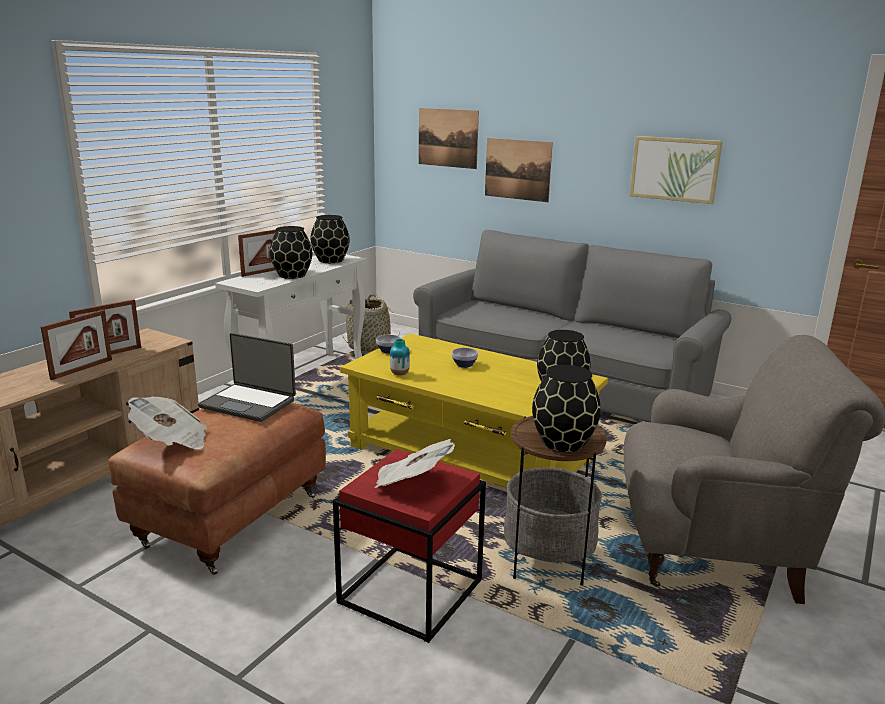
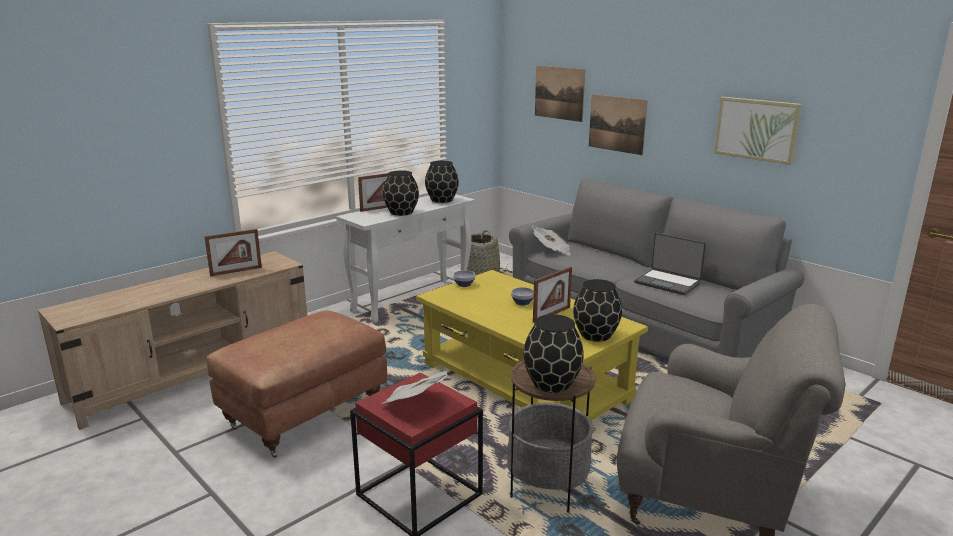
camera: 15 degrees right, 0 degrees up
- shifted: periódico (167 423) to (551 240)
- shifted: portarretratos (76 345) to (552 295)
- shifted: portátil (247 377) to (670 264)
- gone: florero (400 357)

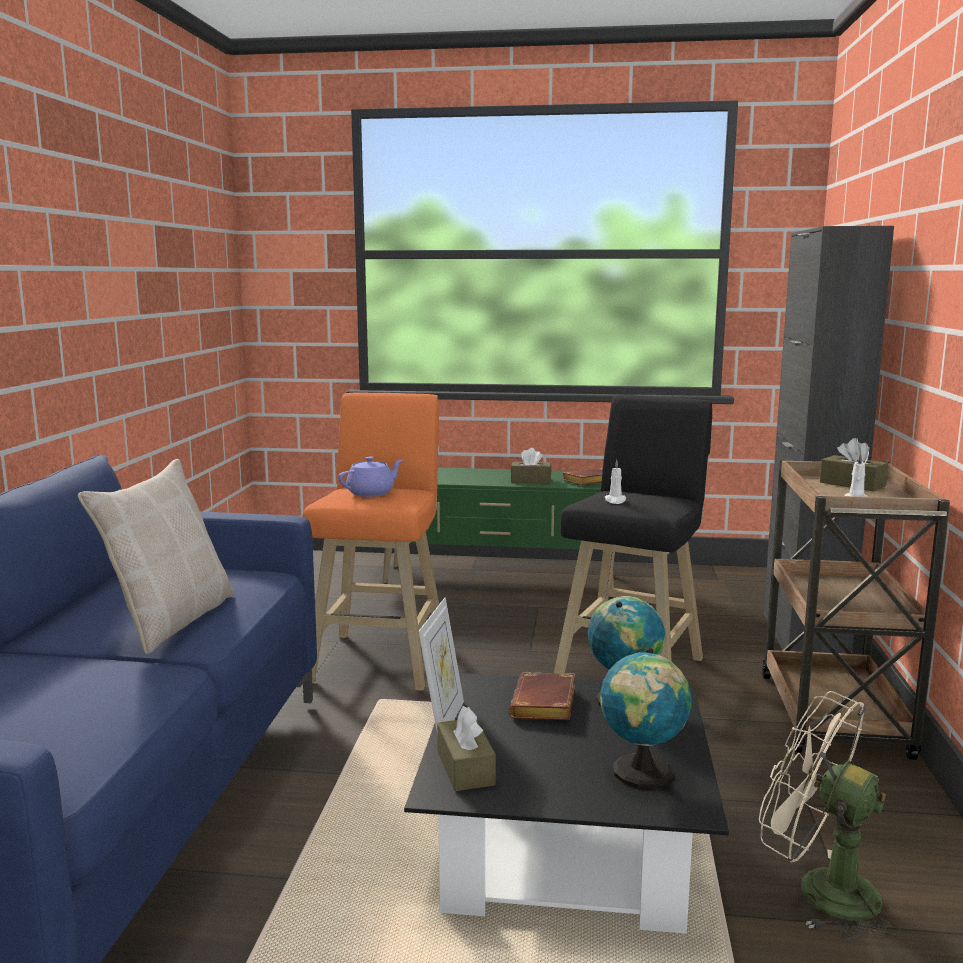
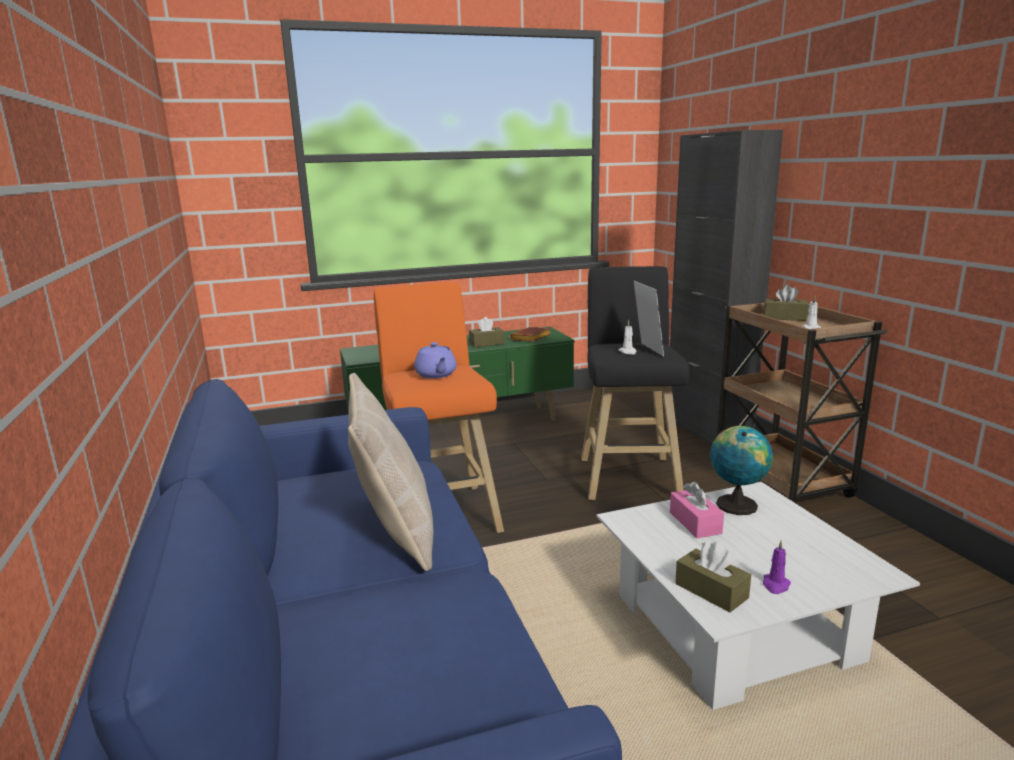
camera: 25 degrees left, 5 degrees up
- rotated: tetera [morado] (370 477) = (435 360) 135 degrees clockwise
- repainted: mesa de centro [negro] (566 803) to mesa de centro [blanco] (758 596)
- shifted: portarretratos (441 663) to (649 319)
- swapped: libro [marrón] (542 696) to caja de pañuelos [rosa] (697 509)
- new: vela [morado] (777 567)
- gone: globo terráqueo (646 718)
- gone: ventilador [beis] (830 815)

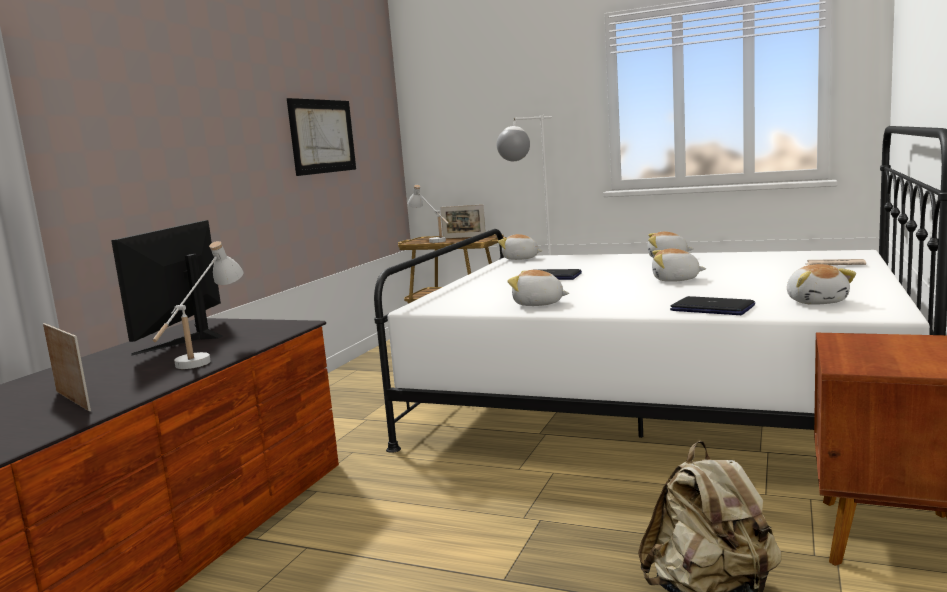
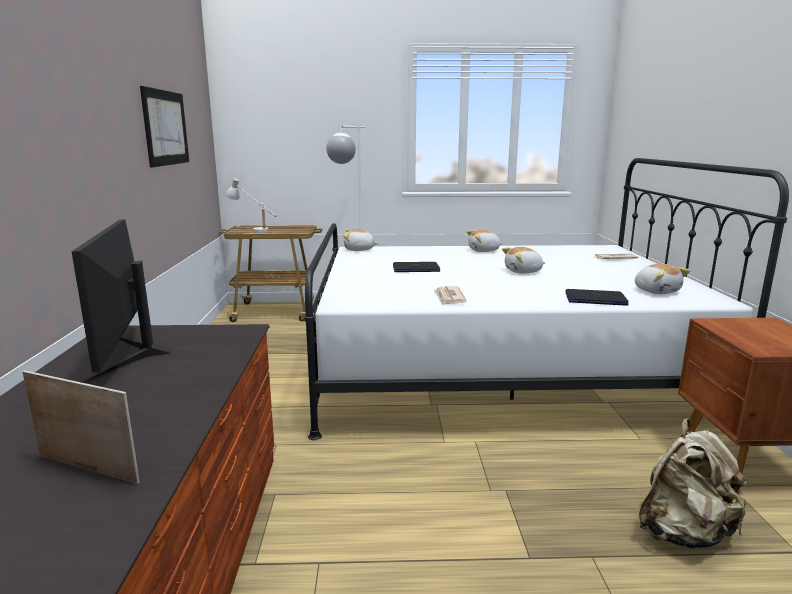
camera: 25 degrees left, 5 degrees up
- swapped: peluche (538 288) to periódico (450 296)
- gone: lámpara de mesa [blanco] (198 305)
- gone: portarretratos (463 221)

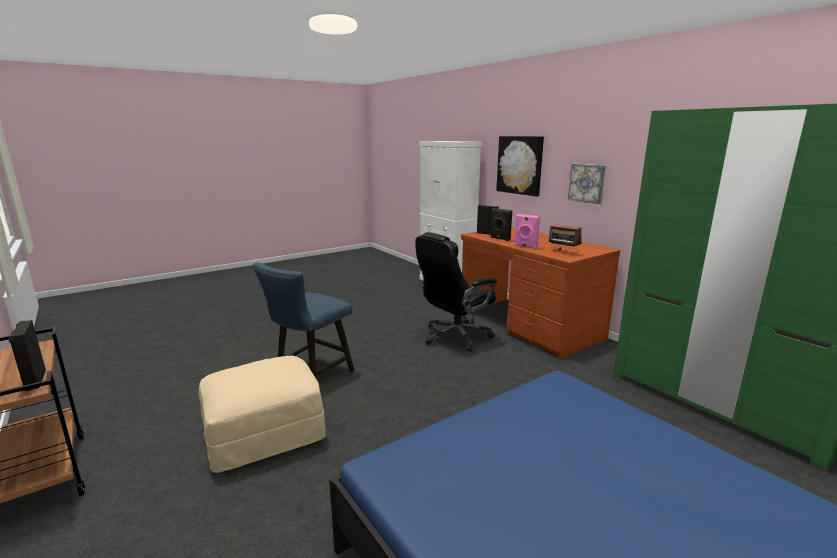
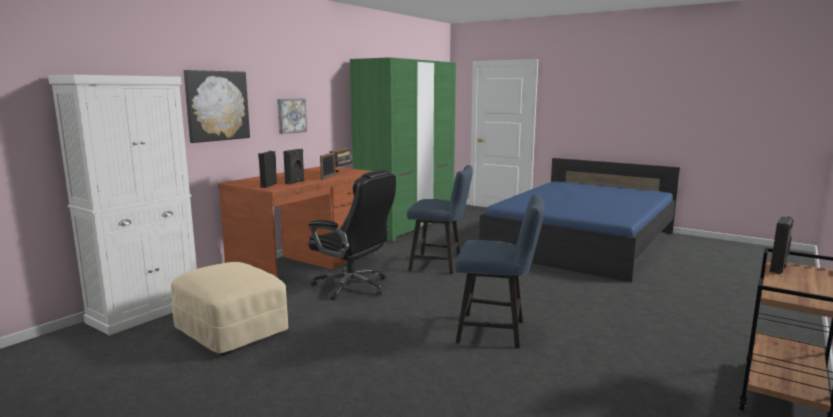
camera: 110 degrees left, 5 degrees down
- shifted: puf [beis] (262 414) to (229 309)
- swapped: altavoz [rosa] (527 231) to portarretratos (328 166)
- new: silla [azul] (440 219)

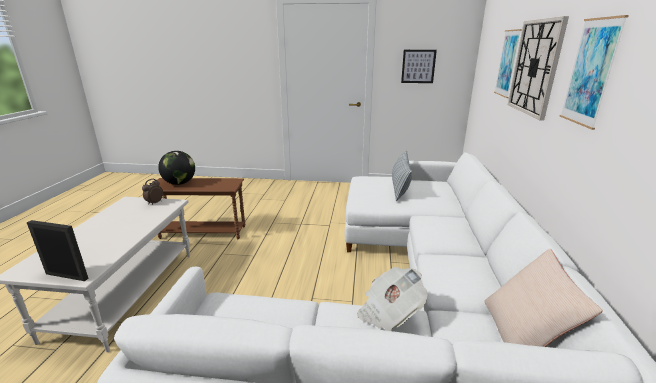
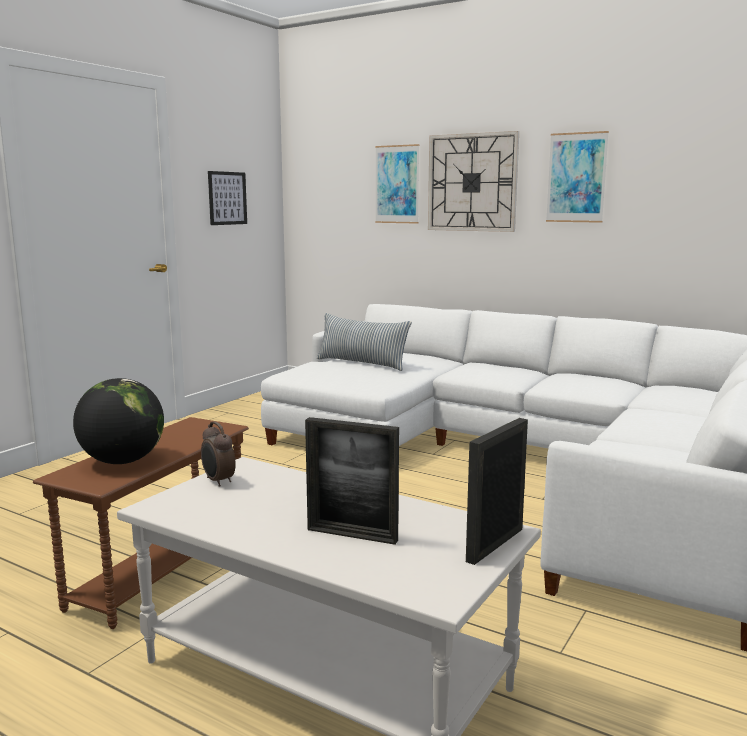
camera: 65 degrees left, 10 degrees down
- new: portarretratos (352 481)
- gone: periódico (392 299)
- gone: cojín [beis] (543 298)

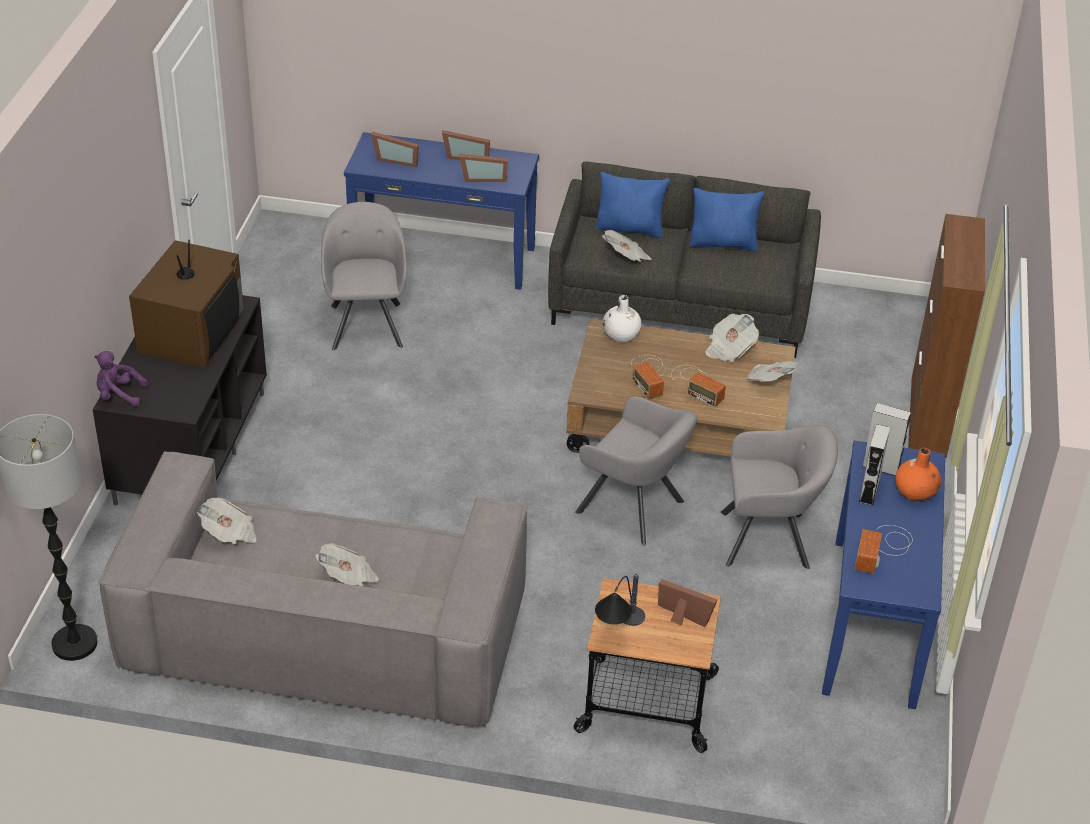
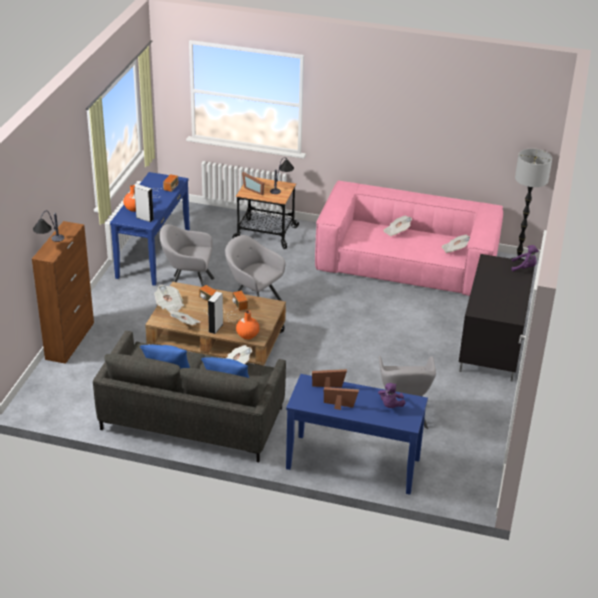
camera: 175 degrees left, 5 degrees down
- new: lámpara de mesa (48 226)
- shifted: altavoz [gris] (874 465) to (215 312)
- repainted: florero [blanco] (622 319) to florero [naranja] (248 324)
- repainted: sofá [gris] (313 589) to sofá [rosa] (409 238)
- swapped: portarretratos (395 149) to peluche [morado] (391 395)
- gone: televisor (186 303)

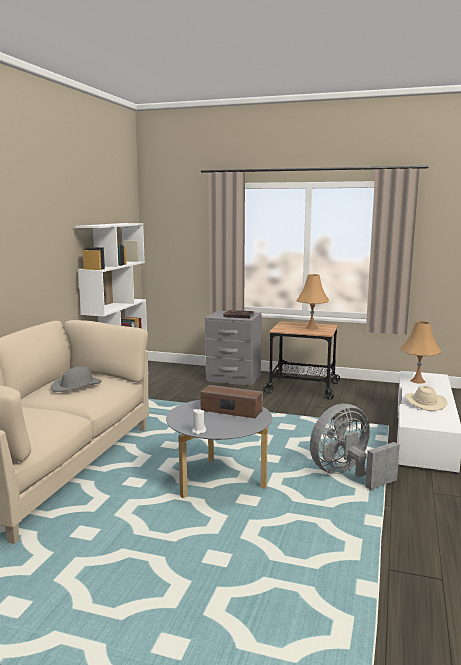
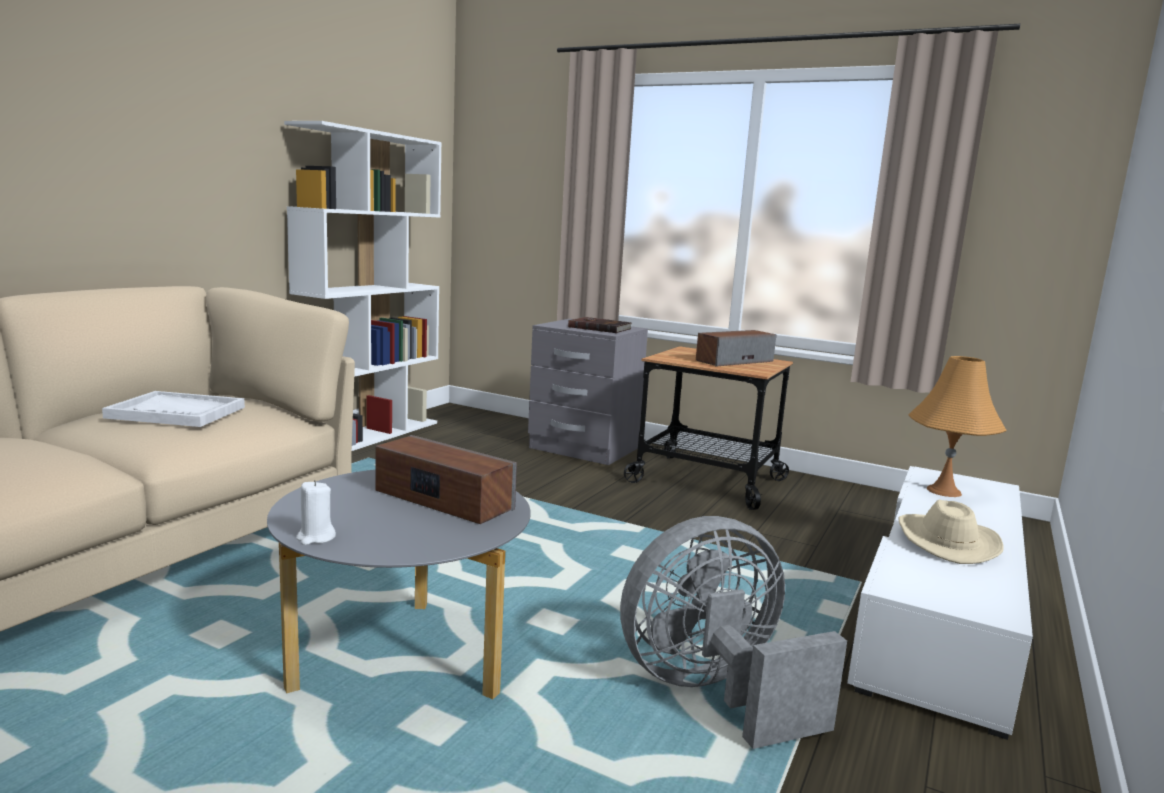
camera: 10 degrees right, 0 degrees up
- swapped: sombrero [gris] (76 379) to bandeja [blanco] (173 409)
- swapped: lámpara de mesa [naranja] (312 301) to altavoz (736 348)

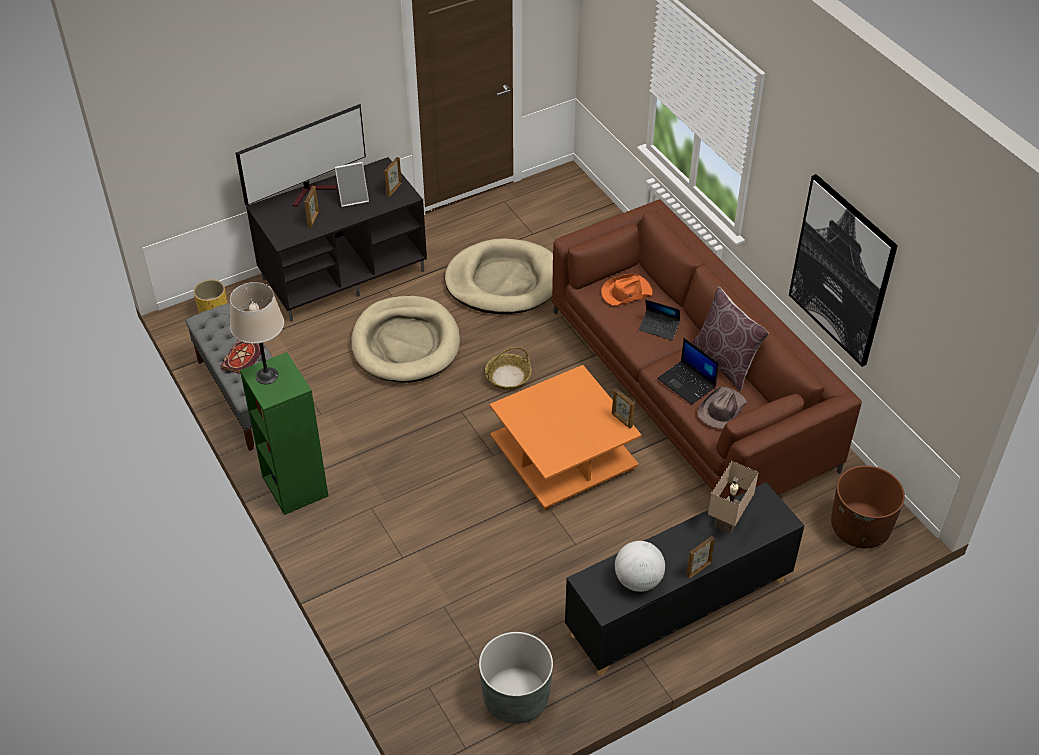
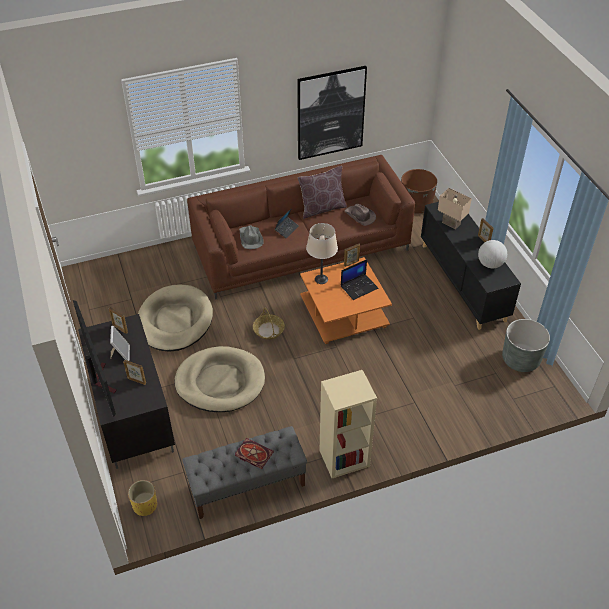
camera: 80 degrees left, 0 degrees up
- repainted: sombrero [naranja] (626 289) to sombrero [gris] (251 237)
- shifted: lámpara de mesa [beis] (257 333) to (322 253)
- repainted: estantería [verde] (284 433) to estantería [beis] (348 424)
- shifted: portátil (688 371) to (359 279)

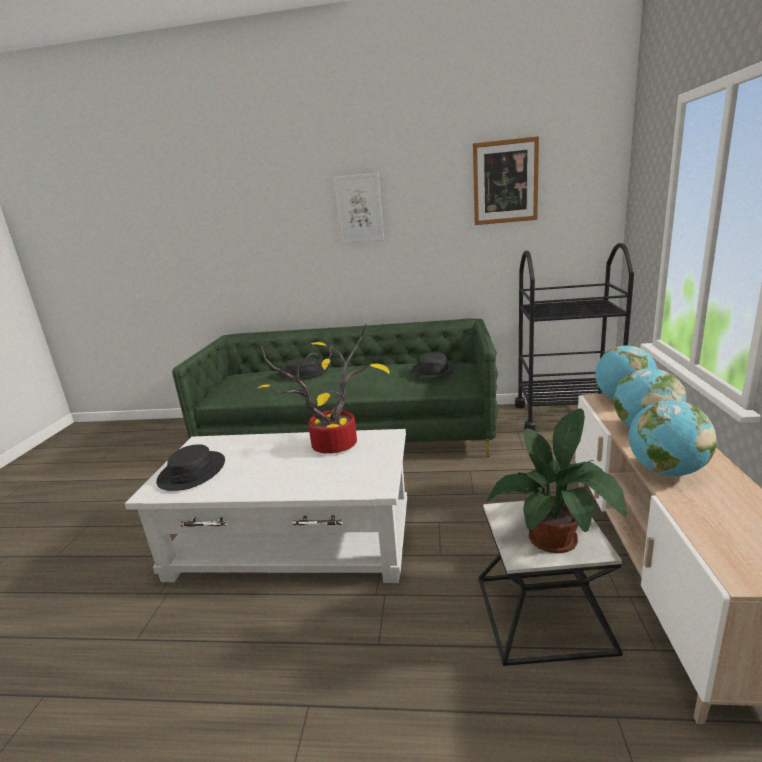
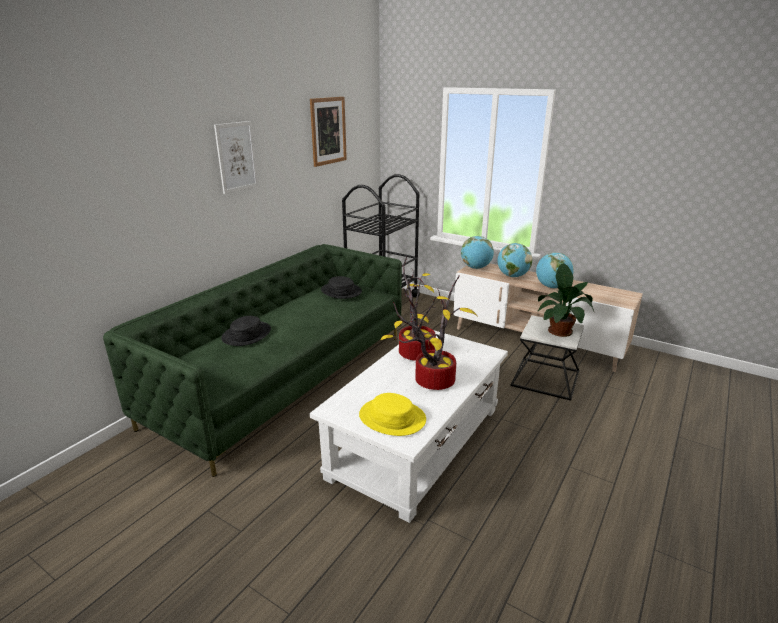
camera: 65 degrees left, 5 degrees up
- repainted: sombrero [negro] (190 467) to sombrero [amarillo] (392 414)
- new: planta en maceta (429 333)

